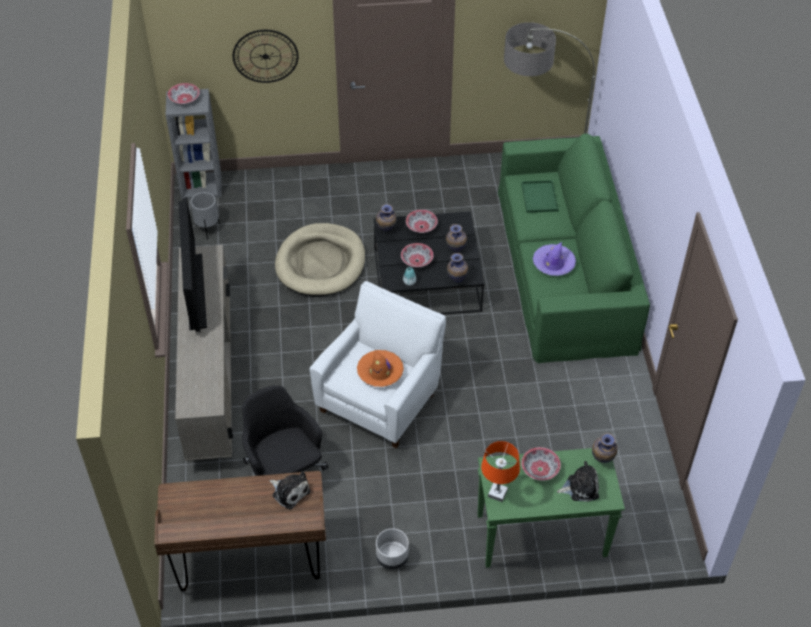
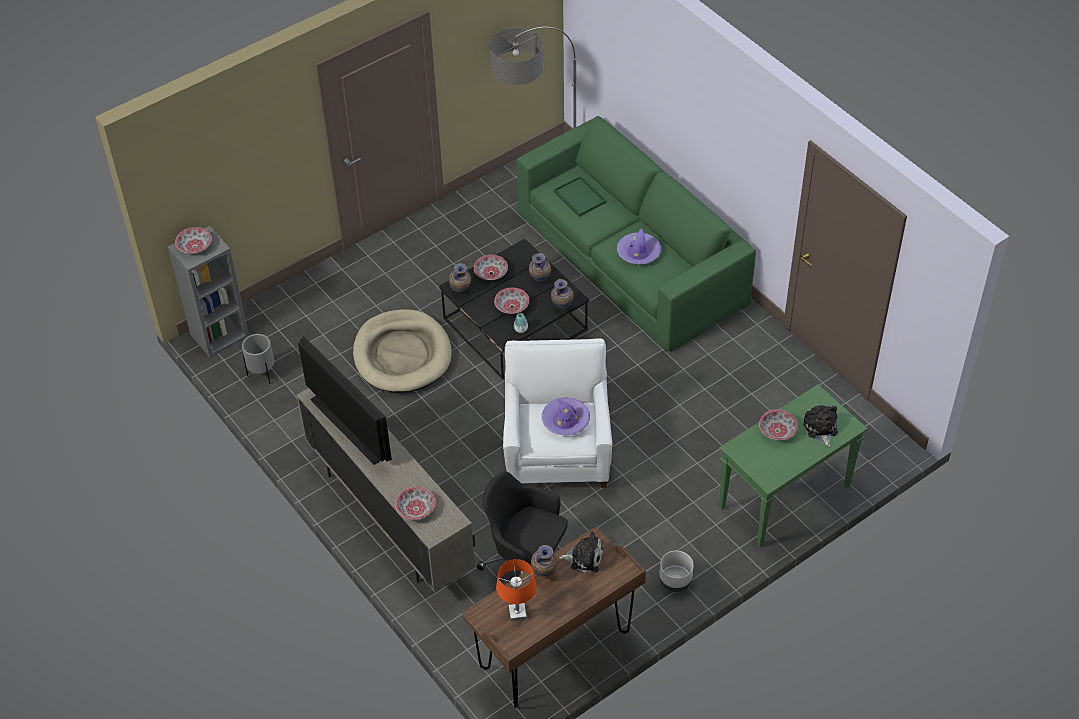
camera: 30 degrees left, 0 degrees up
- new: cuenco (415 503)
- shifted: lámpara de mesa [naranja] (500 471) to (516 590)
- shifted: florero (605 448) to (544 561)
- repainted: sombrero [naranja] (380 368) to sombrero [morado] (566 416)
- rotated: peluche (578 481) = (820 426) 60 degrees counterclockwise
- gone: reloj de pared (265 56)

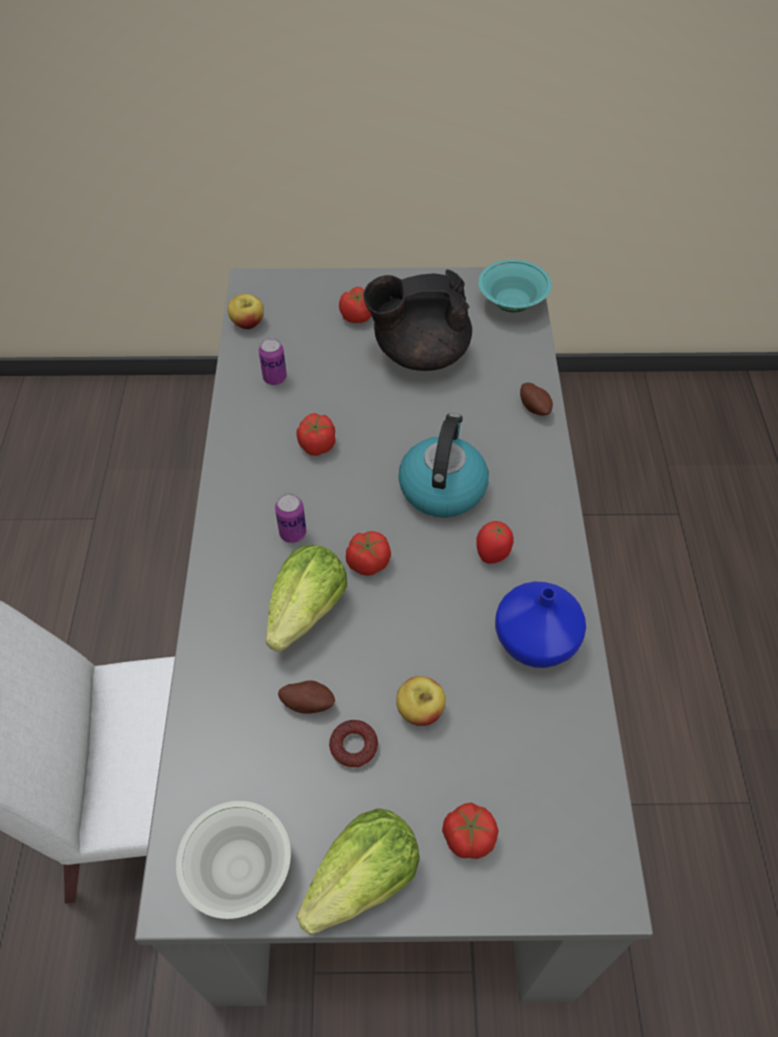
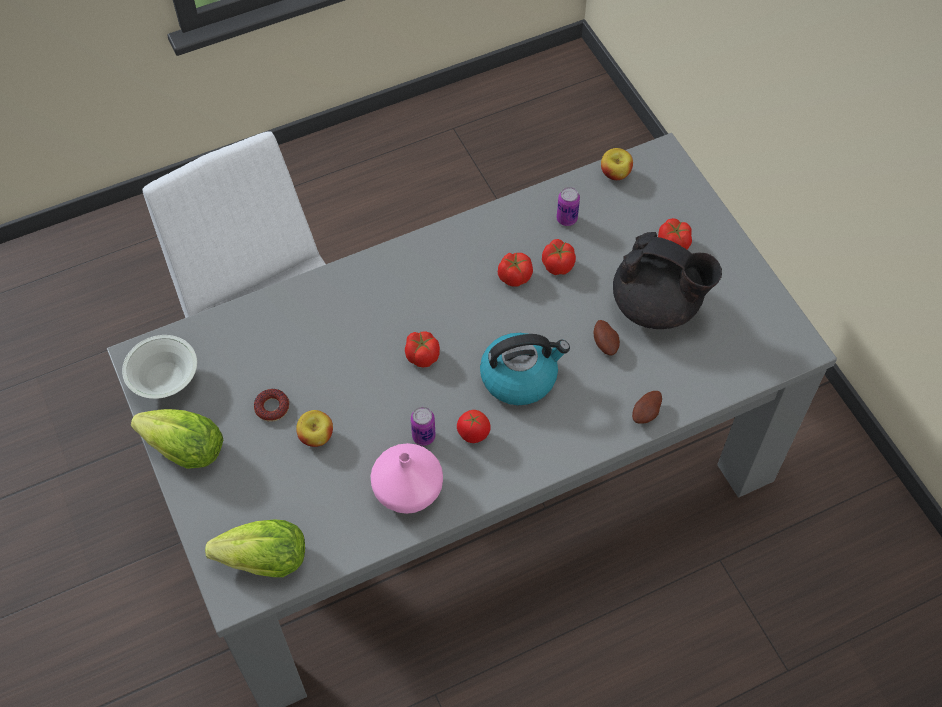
camera: 65 degrees right, 5 degrees up
- shifted: lechuga (306 598) to (255 548)
- repainted: florero [azul] (540 625) to florero [rosa] (407 478)
- shifted: lata (290 518) to (423 426)
- shifted: tomate (470 831) to (559 257)
- shifted: patata (306 697) to (607 338)
- rotated: tetera [negro] (417 320) = (667 280) 150 degrees clockwise
- gone: cuenco [turquesa] (515 286)

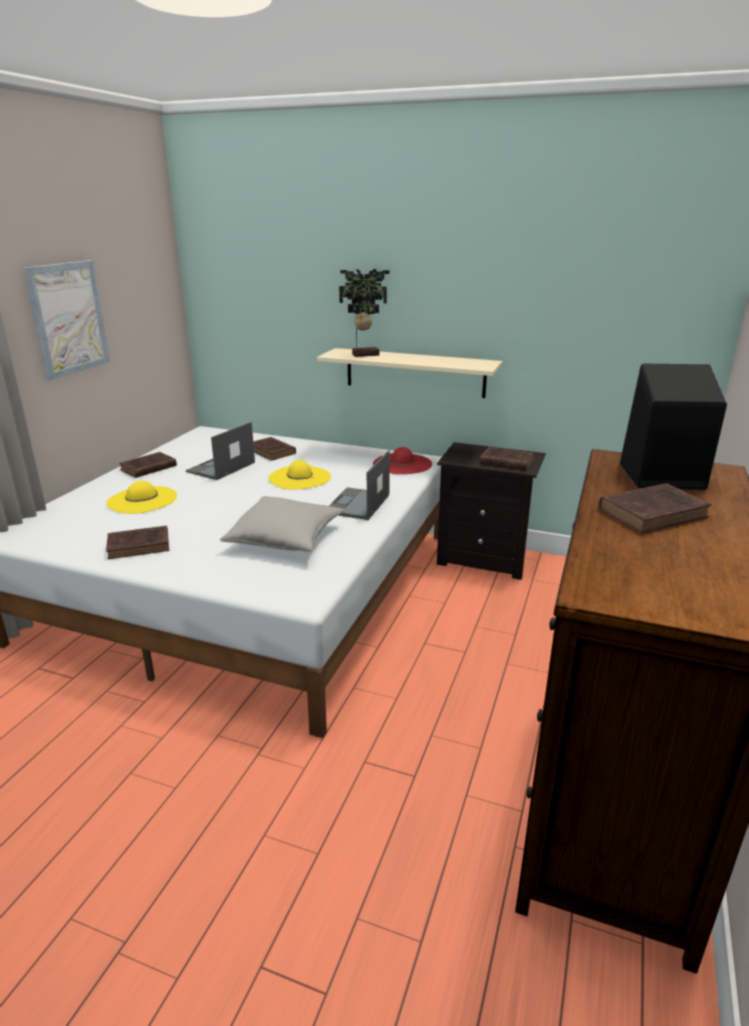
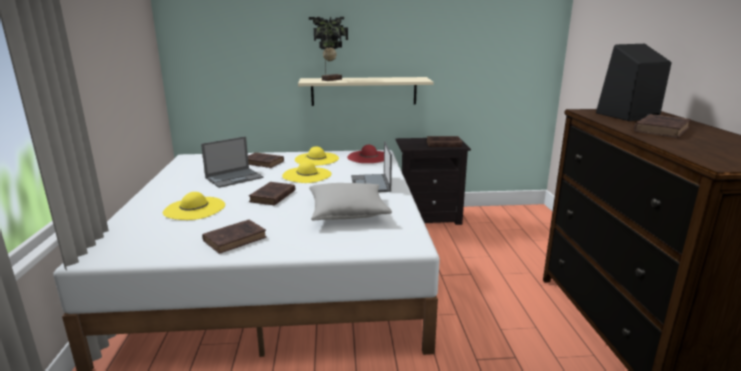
camera: 25 degrees left, 5 degrees down
- rotated: portátil (220 451) = (232 162) 135 degrees counterclockwise
- shifted: libro [marrón] (148 465) to (272 194)
- new: sombrero [amarillo] (317 156)
- gone: cuadro (66 320)

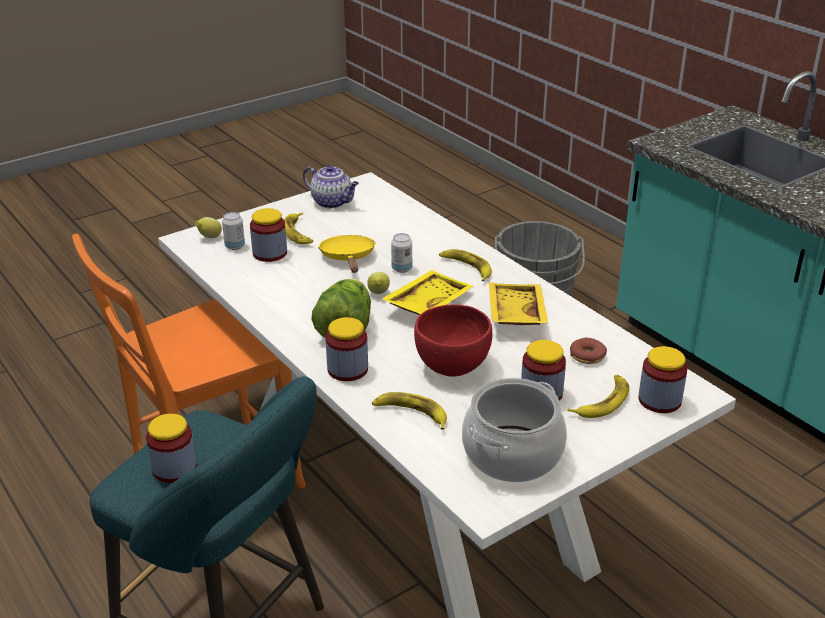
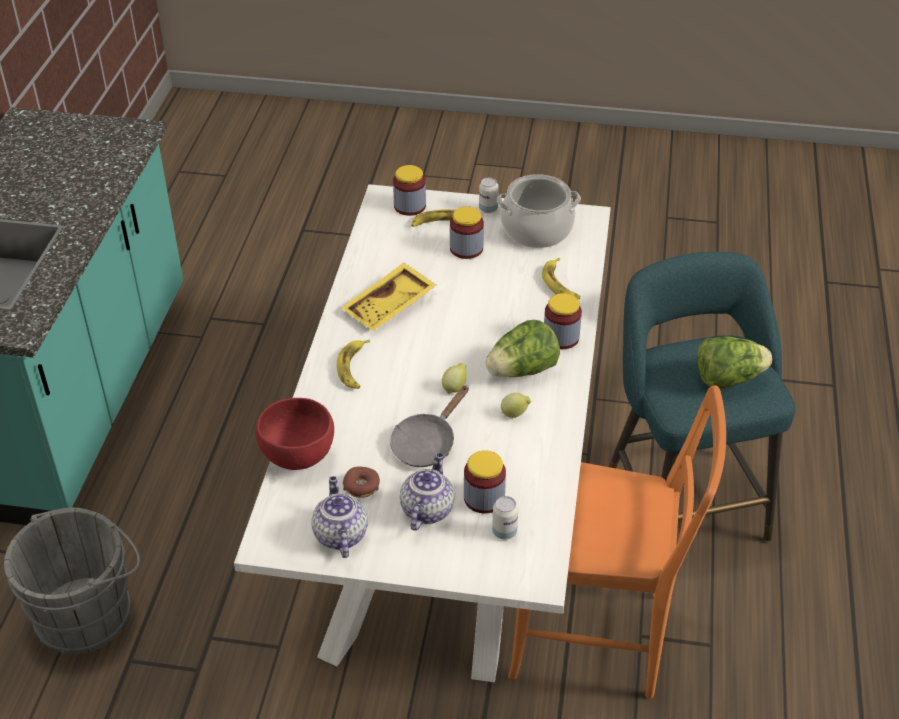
camera: 135 degrees left, 10 degrees up
- shifted: cuenco [rojo] (453 340) to (294 434)
- shifted: rosquilla (588 351) to (361 482)
- repainted: sartén [amarillo] (347 254) to sartén [gris] (429 426)
- swapped: plátano (298 228) to tetera (427 492)
- shifted: lata (401 253) to (489 195)
- shifted: limón (208 227) to (516 405)
- swapped: tarro (171 448) to lechuga (734 363)
- gone: bandeja [amarillo] (428 292)

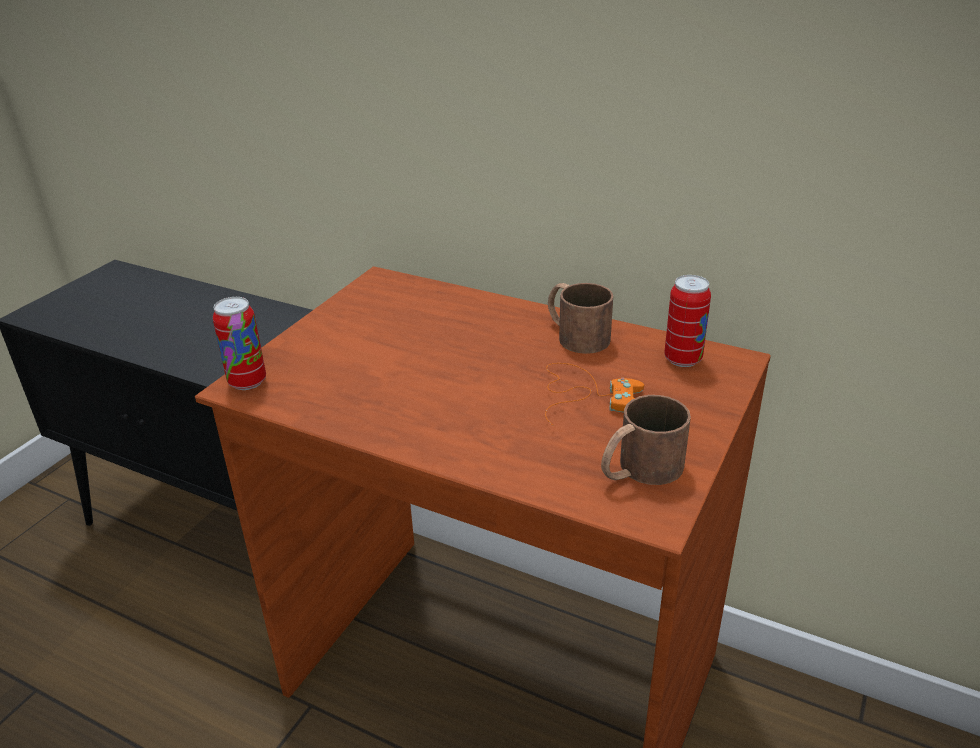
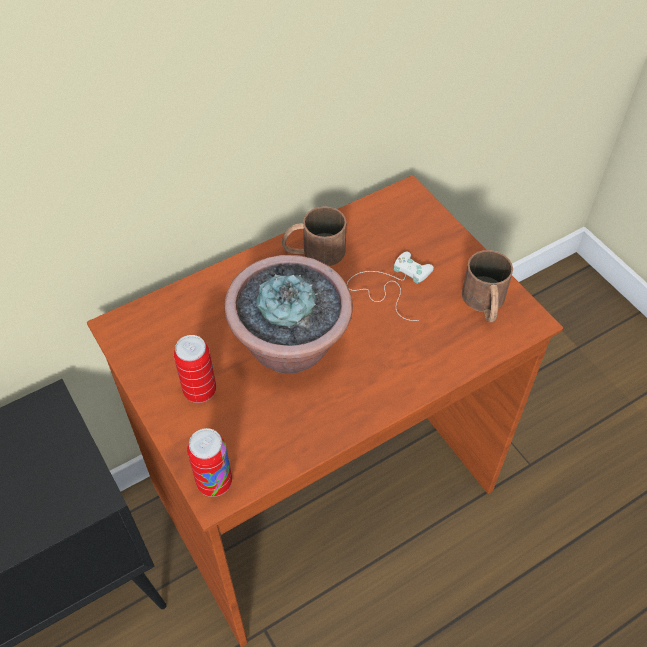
camera: 60 degrees left, 20 degrees up
- shifted: lata (687 321) to (195 369)
- new: planta en maceta (288 314)
- repainted: mando de consola [naranja] (594 394) to mando de consola [blanco] (390 286)

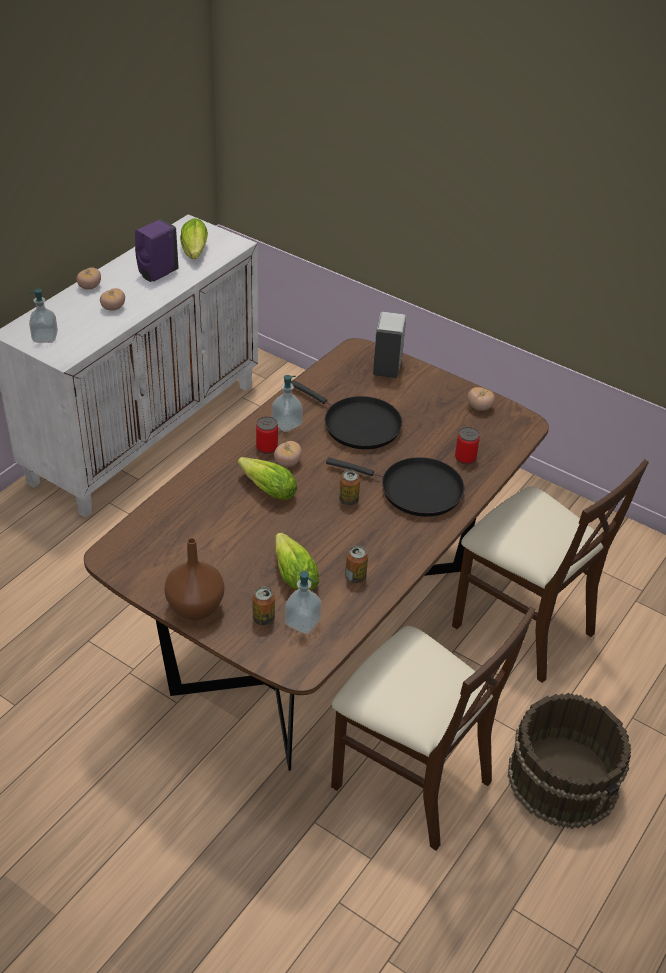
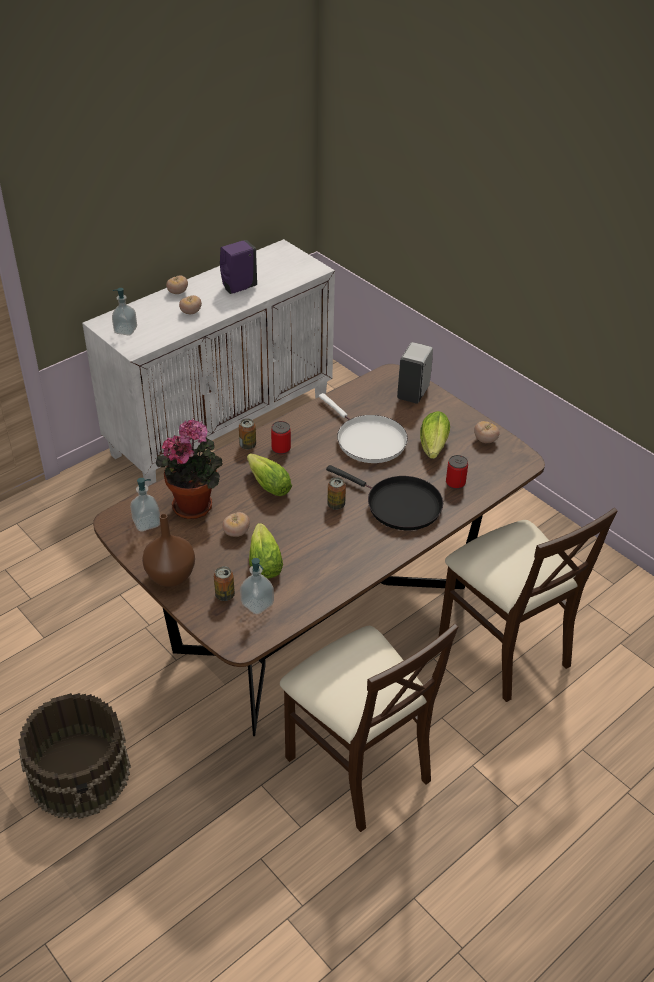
camera: 15 degrees right, 0 degrees up
- shifted: cubo [marrón] (569 761) to (74 756)
- shifted: dispensador de jabón (287 403) to (145 505)
- new: planta en maceta (189 468)
- shifted: tomate (288 454) to (236 524)
- shifted: lata (356 564) to (247 434)
- repainted: sartén [negro] (346 414) to sartén [blanco] (363 428)
- shifted: lechuga (194 238) to (435 435)

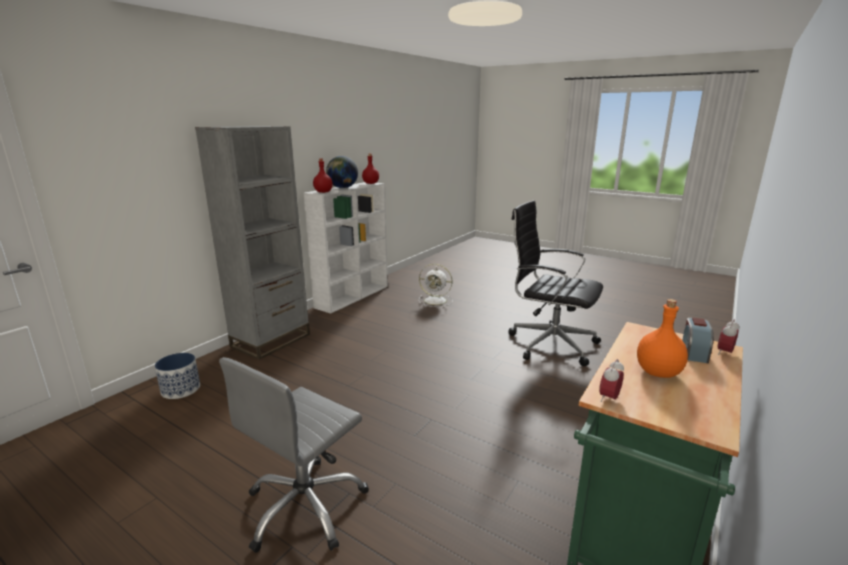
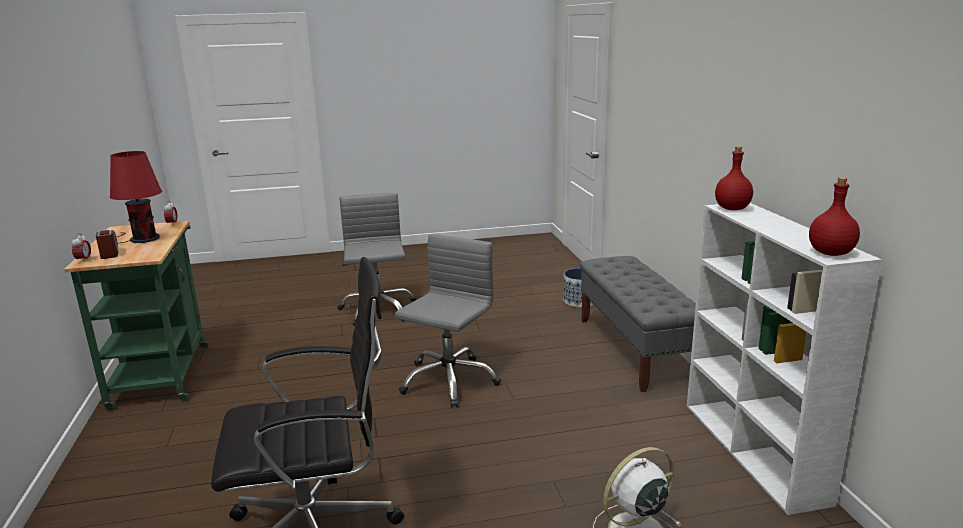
camera: 135 degrees right, 0 degrees up
- swapped: botella [naranja] (662 338) to lámpara de mesa [rojo] (135 197)
- new: silla de oficina [gris] (448 321)
- swapped: estantería [gris] (252 243) to banco [gris] (638 324)
- gone: globo terráqueo (342 172)

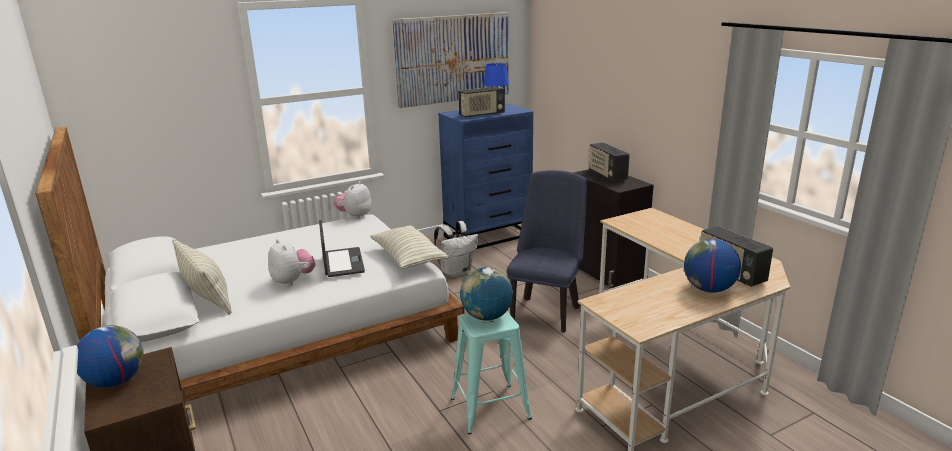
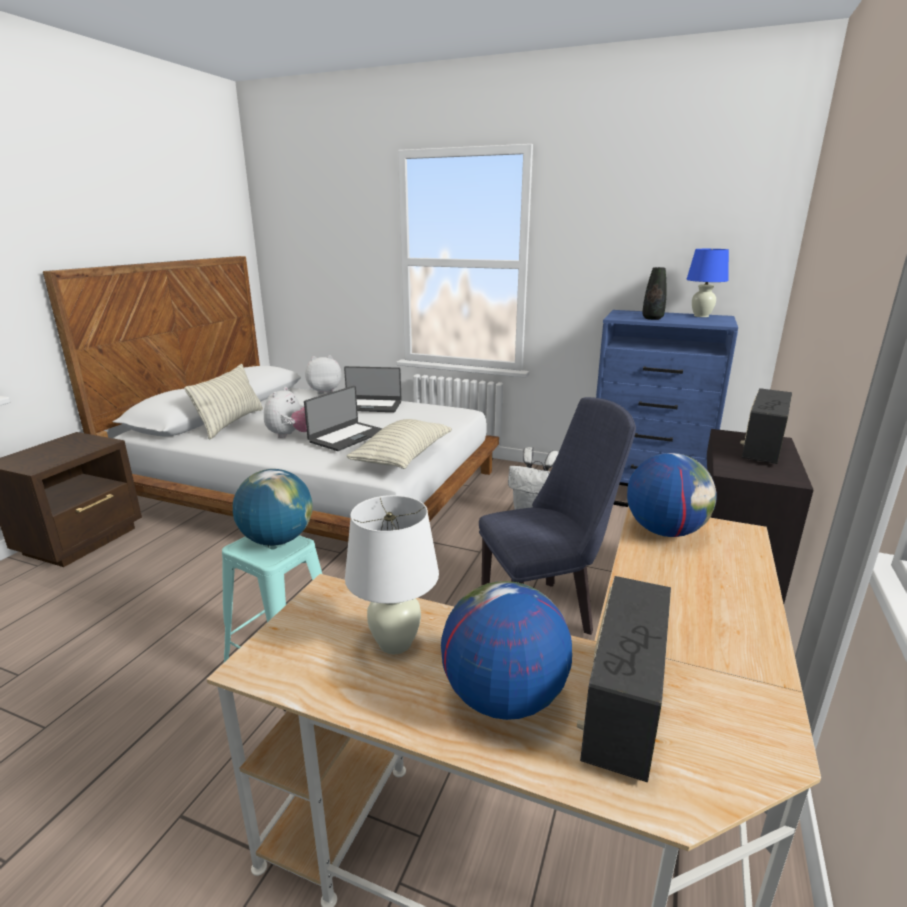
camera: 50 degrees right, 0 degrees up
- shifted: peluche (353 200) to (323 374)
- new: portátil (372 389)
- new: lámpara de mesa [blanco] (392 574)
- shifted: globo terráqueo (110 356) to (672 495)
- swapped: radio (481 102) to florero [negro] (654 293)
- gone: cuadro (450 60)

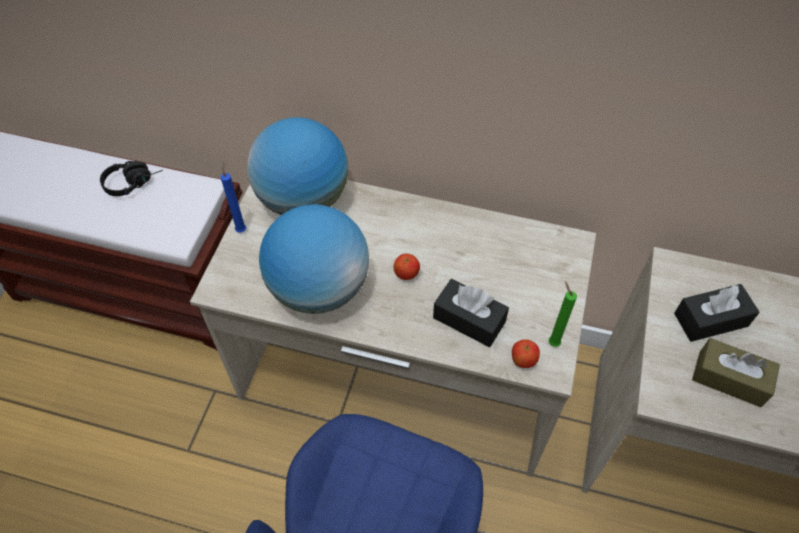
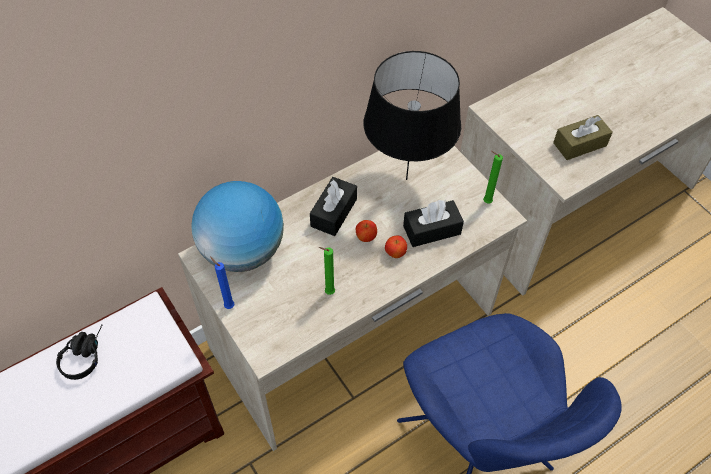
camera: 50 degrees left, 0 degrees up
- shifted: caja de pañuelos [negro] (716 313) to (333 206)
- swapped: globo terráqueo (314 259) to vela [verde] (327 271)
- new: lámpara de mesa [negro] (412 115)
- shifted: manzana (526 353) to (396 246)

